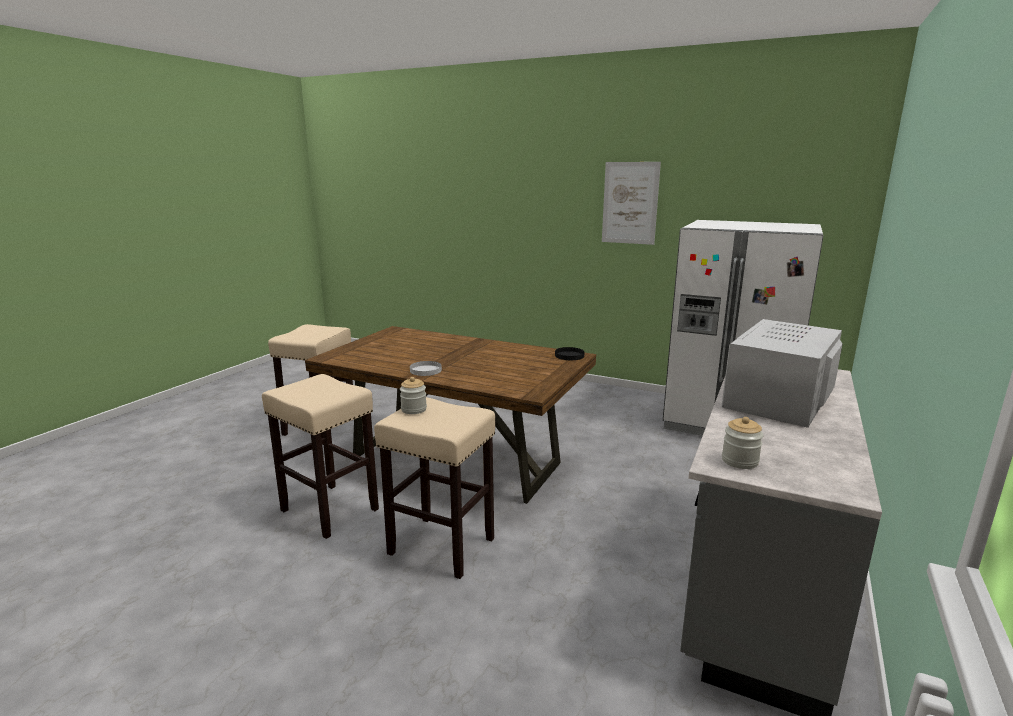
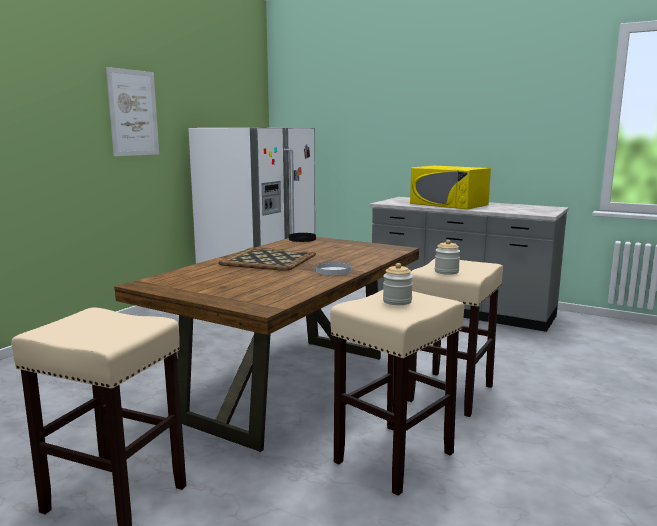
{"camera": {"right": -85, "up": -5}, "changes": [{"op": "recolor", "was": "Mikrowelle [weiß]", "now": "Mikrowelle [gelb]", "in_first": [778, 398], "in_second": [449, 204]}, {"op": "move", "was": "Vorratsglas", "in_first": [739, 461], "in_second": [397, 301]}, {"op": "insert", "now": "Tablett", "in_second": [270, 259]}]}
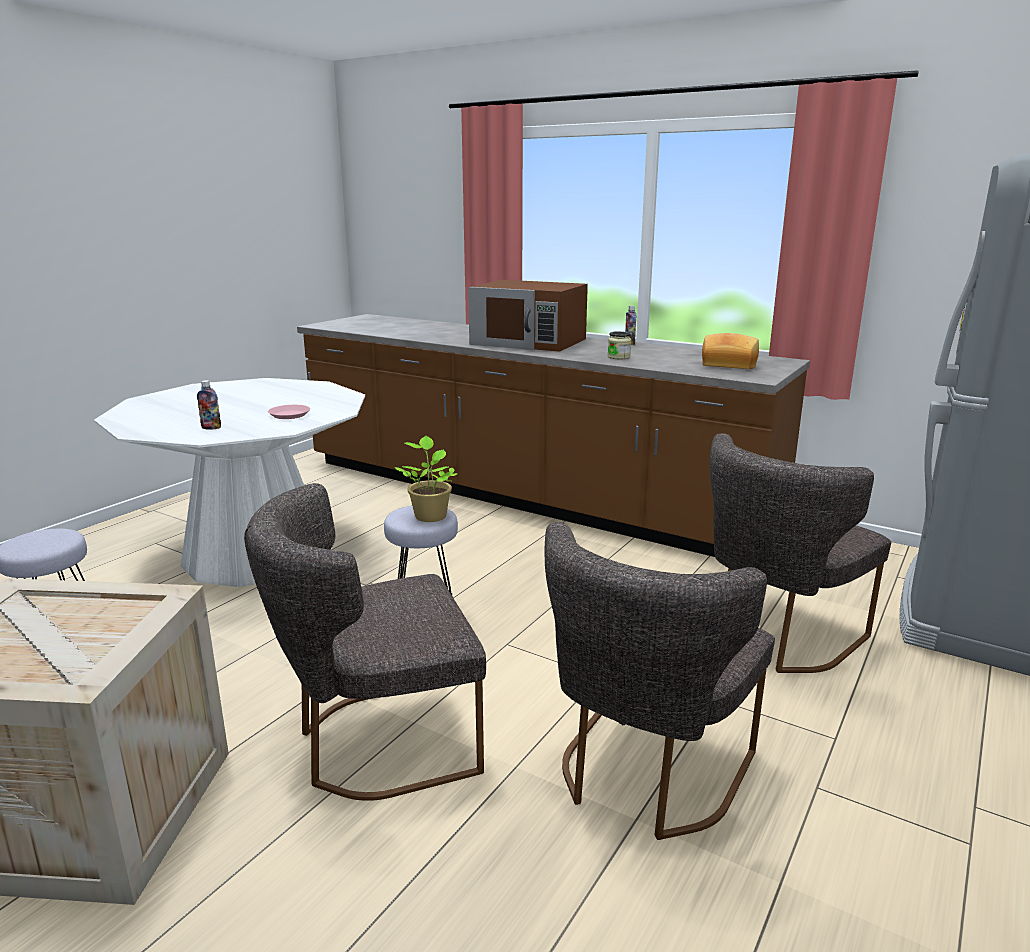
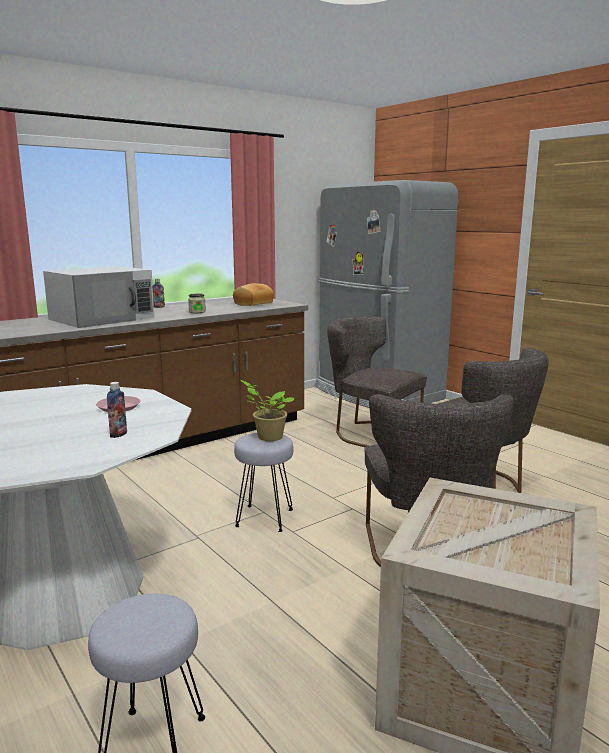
{"camera": {"right": -70, "up": -5}, "changes": [{"op": "recolor", "was": "Mikrowelle [braun]", "now": "Mikrowelle [weiß]", "in_first": [529, 341], "in_second": [103, 318]}, {"op": "rotate", "was": "Stuhl [grau]", "in_first": [776, 637], "in_second": [371, 434], "clockwise": 150}]}
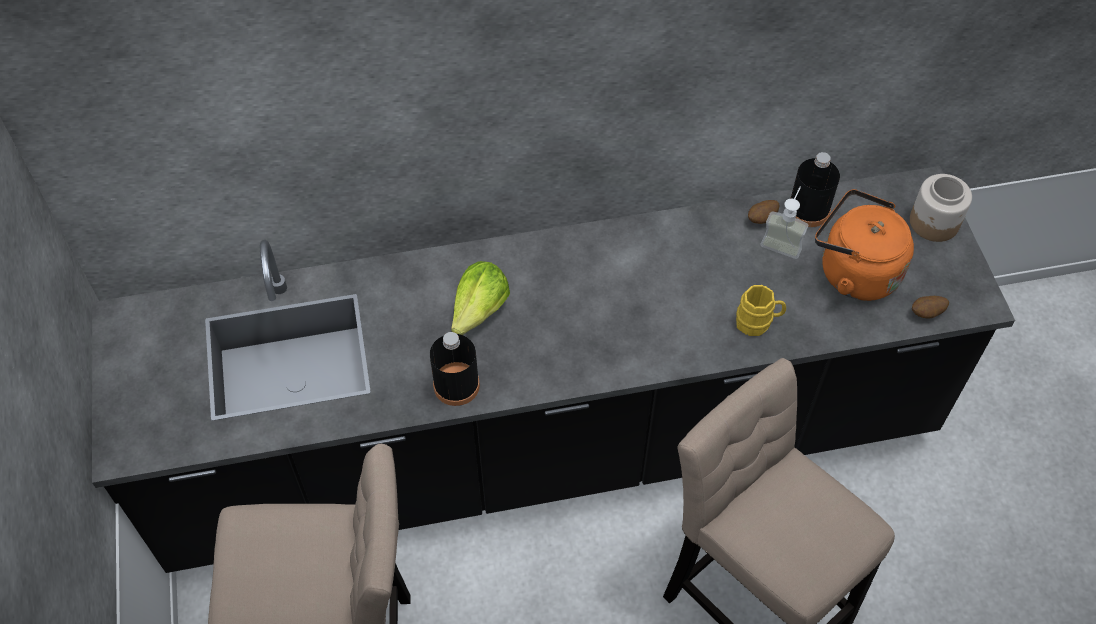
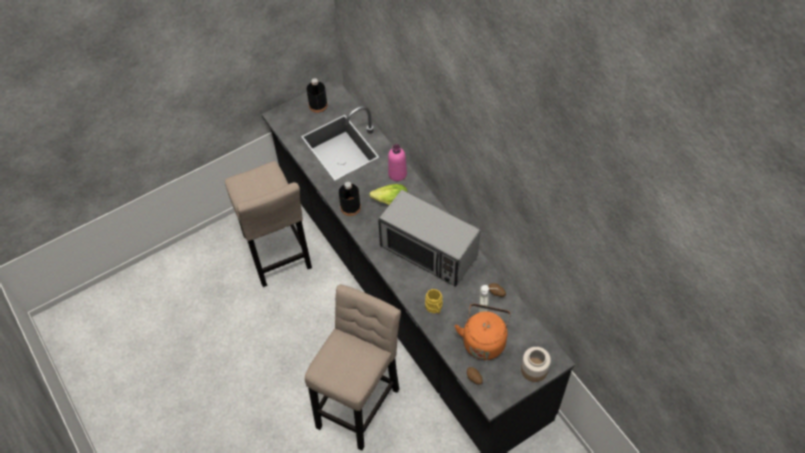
{"camera": {"right": 70, "up": 0}, "changes": [{"op": "move", "was": "Flasche [schwarz]", "in_first": [808, 210], "in_second": [318, 105]}, {"op": "insert", "now": "Mikrowelle", "in_second": [428, 252]}, {"op": "insert", "now": "Flasche [rosa]", "in_second": [397, 174]}]}
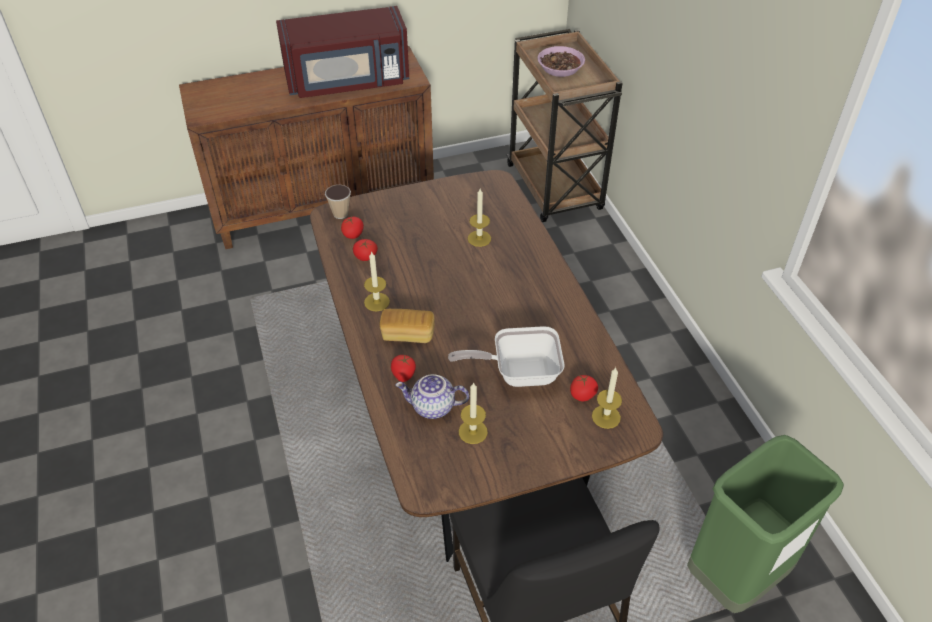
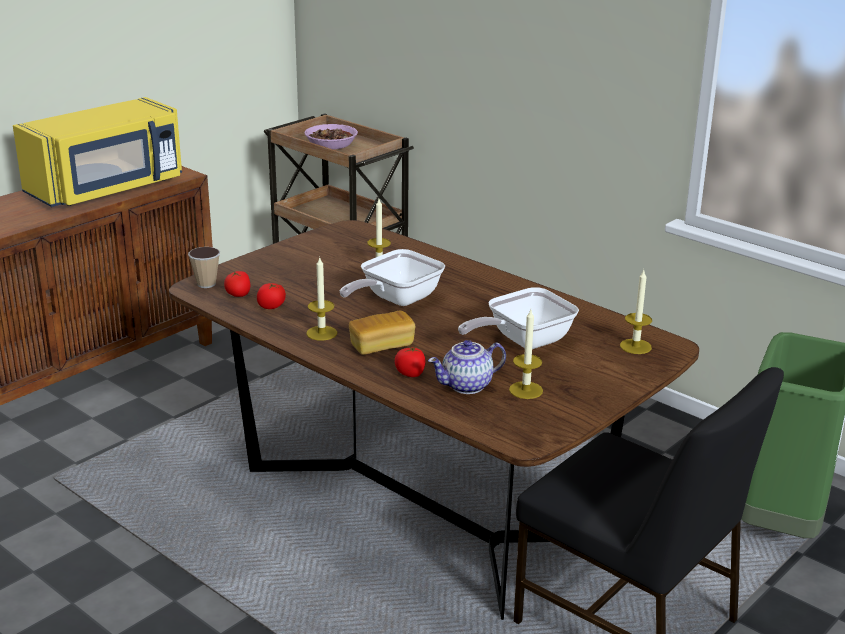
{"camera": {"right": -30, "up": -20}, "changes": [{"op": "recolor", "was": "Mikrowelle [rot]", "now": "Mikrowelle [gelb]", "in_first": [348, 81], "in_second": [108, 189]}, {"op": "delete", "was": "Tomate", "in_first": [583, 395]}, {"op": "insert", "now": "Pfanne", "in_second": [395, 300]}]}
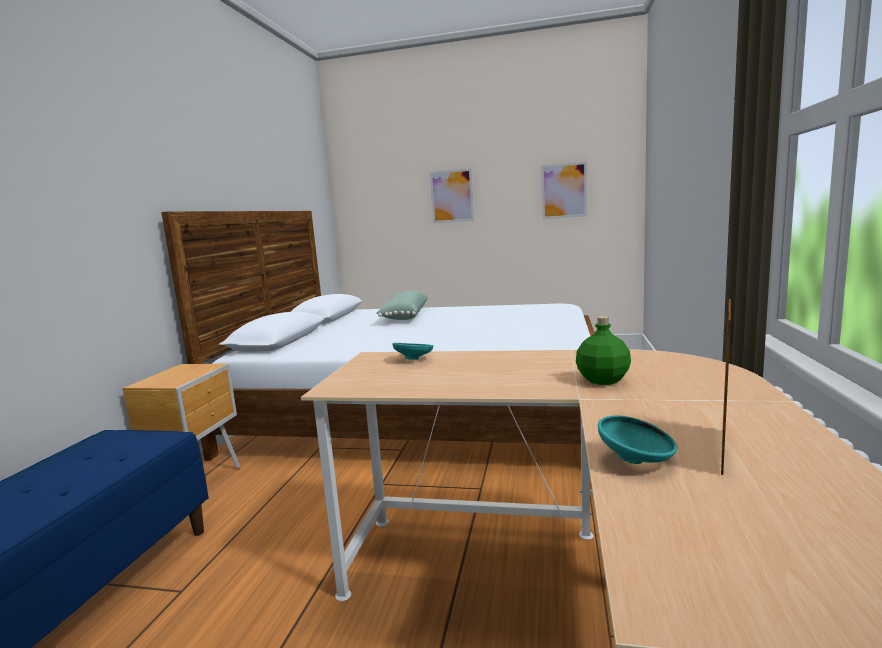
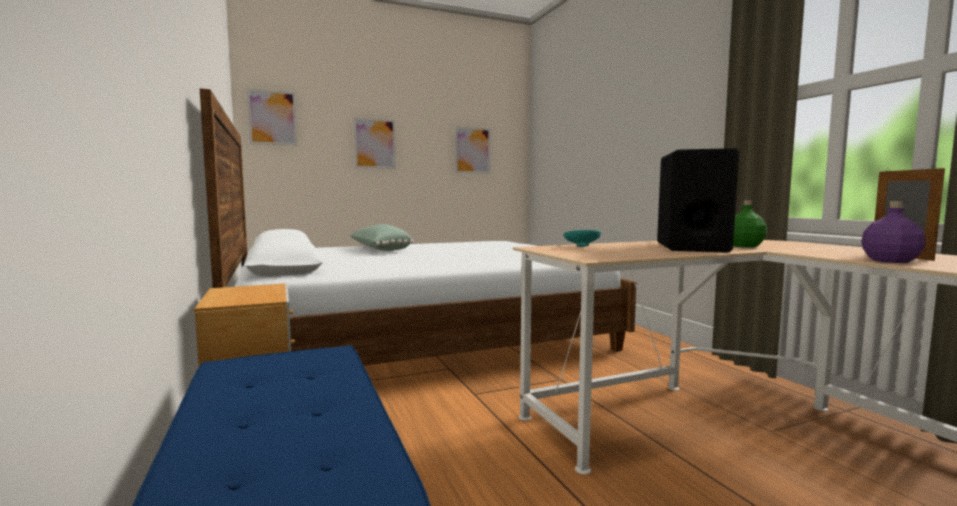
{"camera": {"right": -35, "up": -5}, "changes": [{"op": "replace", "was": "Schüssel [türkis]", "now": "Flasche [lila]", "in_first": [637, 461], "in_second": [891, 261]}, {"op": "insert", "now": "Bild", "in_second": [272, 117]}, {"op": "insert", "now": "Lautsprecher [schwarz]", "in_second": [691, 247]}]}
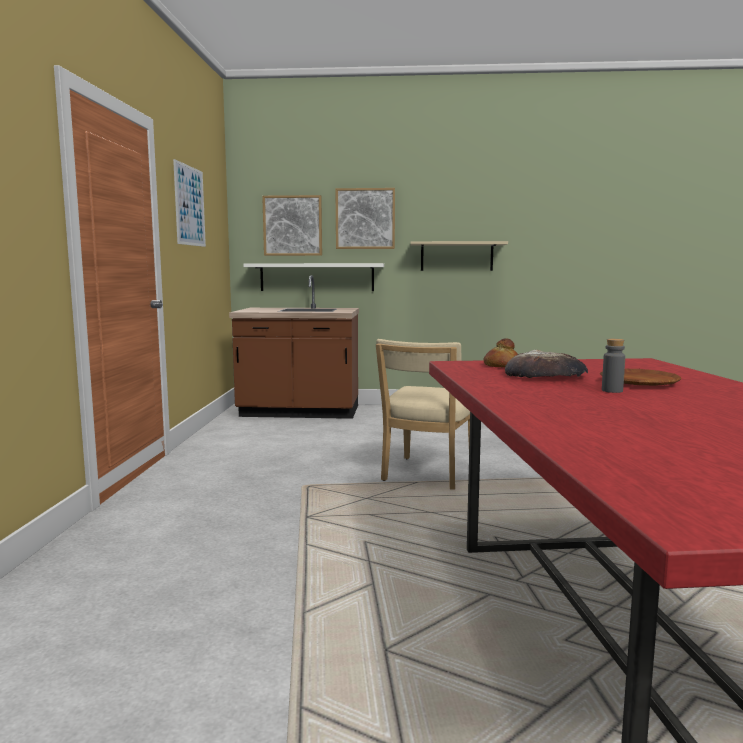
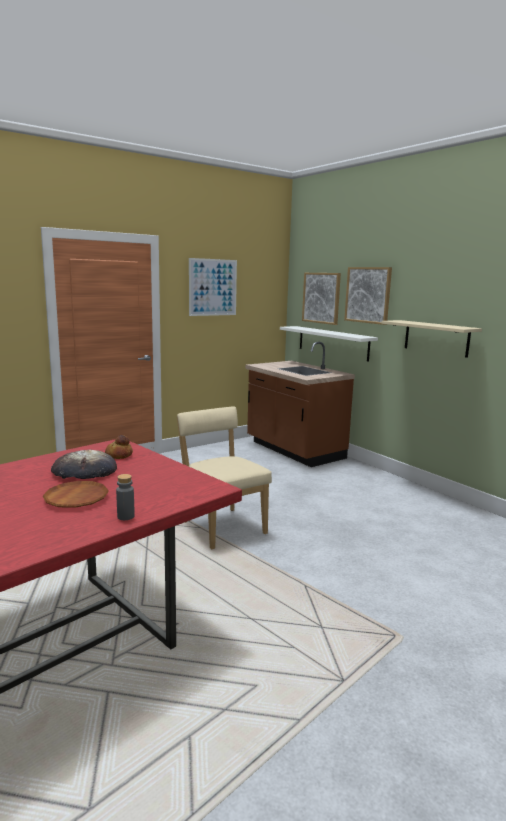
{"camera": {"right": 50, "up": 5}, "changes": [{"op": "rotate", "was": "Stuhl [beige]", "in_first": [426, 475], "in_second": [221, 526], "clockwise": 75}, {"op": "move", "was": "Flasche [grau]", "in_first": [612, 391], "in_second": [126, 516]}]}
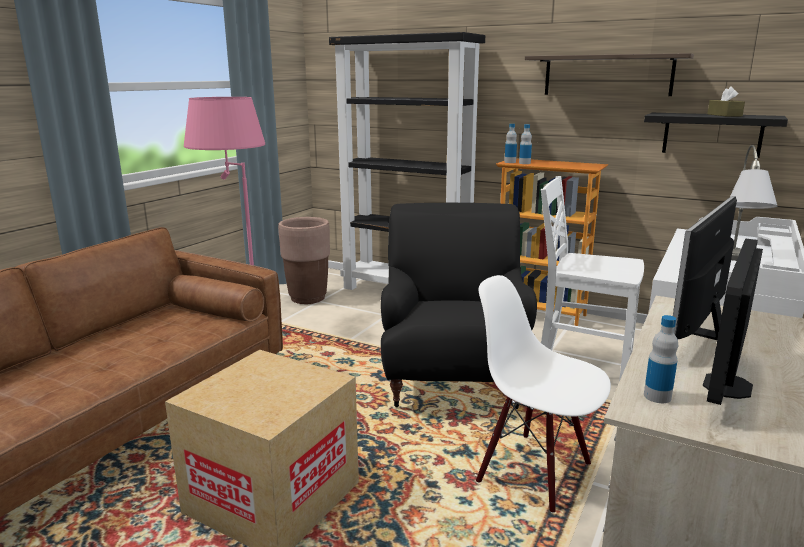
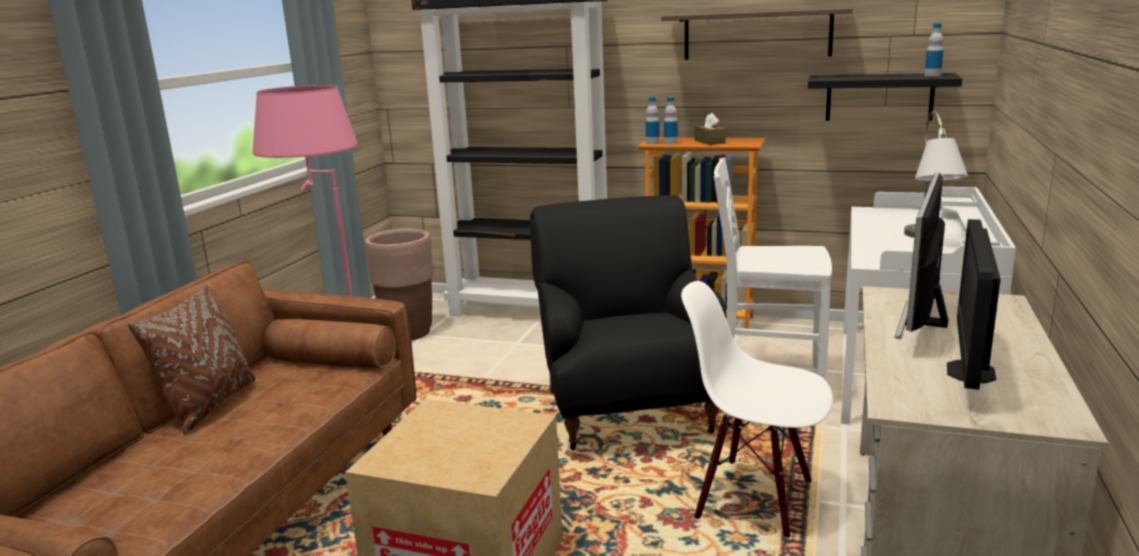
{"camera": {"right": -10, "up": 0}, "changes": [{"op": "move", "was": "Flasche", "in_first": [657, 396], "in_second": [932, 76]}, {"op": "move", "was": "Taschentuchbox [braun]", "in_first": [724, 115], "in_second": [709, 141]}, {"op": "insert", "now": "Kissen [braun]", "in_second": [209, 405]}]}
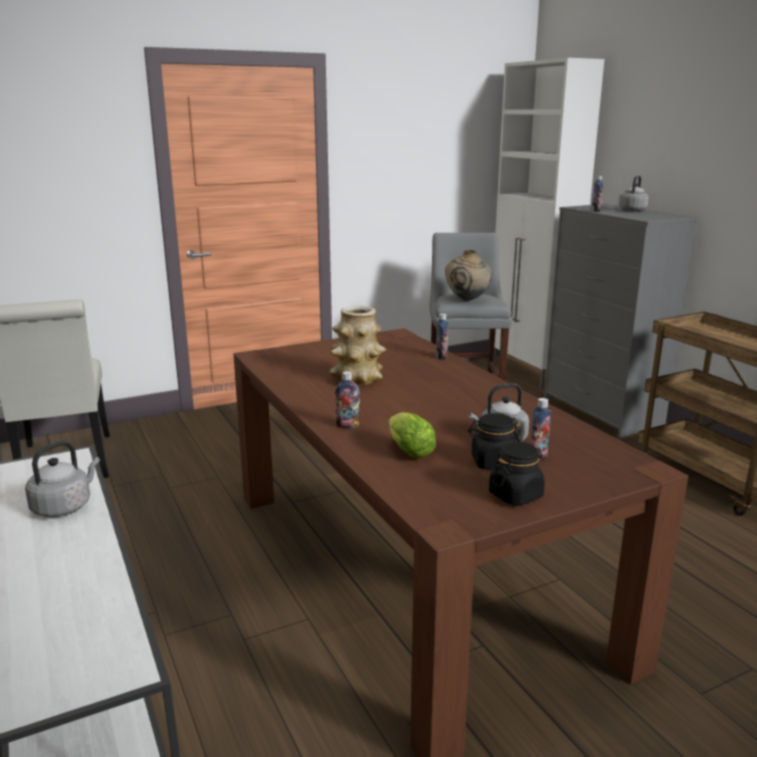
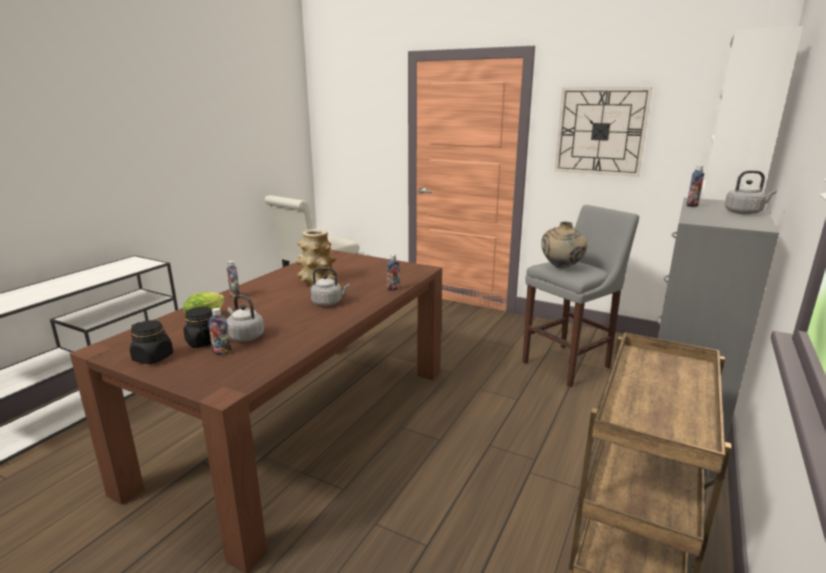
{"camera": {"right": 55, "up": 0}, "changes": [{"op": "move", "was": "Wasserkessel [grau]", "in_first": [64, 506], "in_second": [328, 302]}, {"op": "insert", "now": "Wanduhr", "in_second": [600, 131]}]}
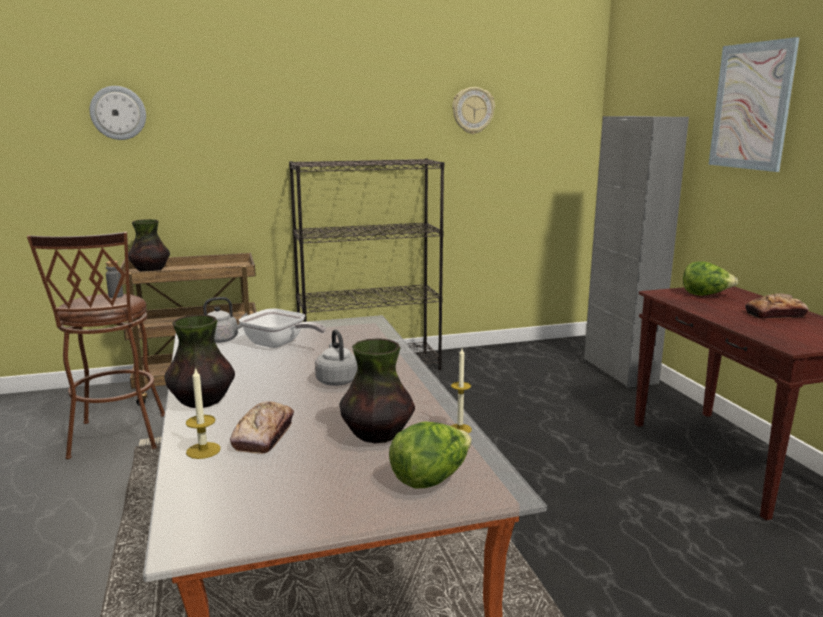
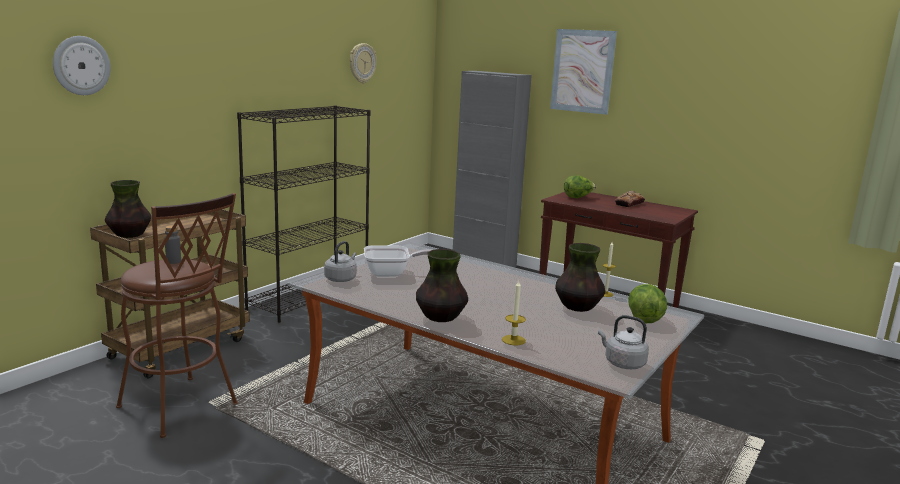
{"camera": {"right": -40, "up": 0}, "changes": [{"op": "delete", "was": "Brot", "in_first": [264, 435]}, {"op": "move", "was": "Wasserkessel [grau]", "in_first": [336, 380], "in_second": [622, 363]}]}
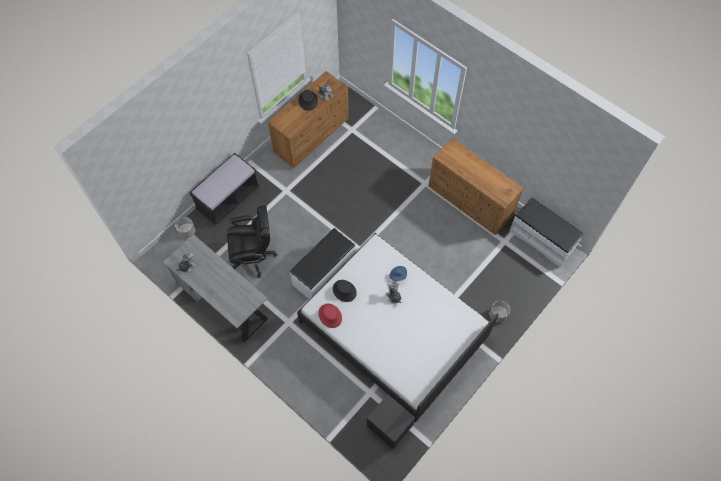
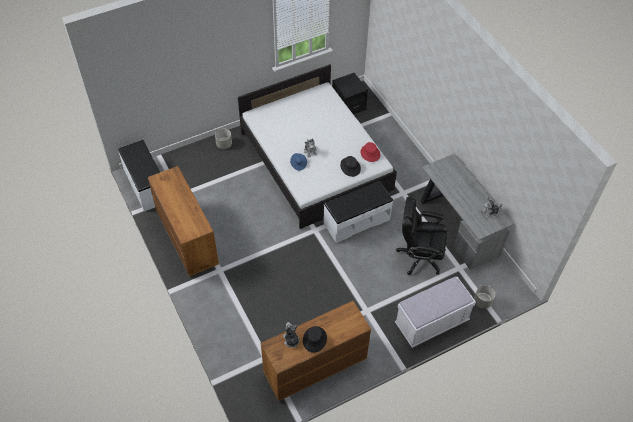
{"camera": {"right": -160, "up": -10}, "changes": [{"op": "recolor", "was": "Bank [schwarz]", "now": "Bank [weiß]", "in_first": [228, 199], "in_second": [431, 323]}]}
